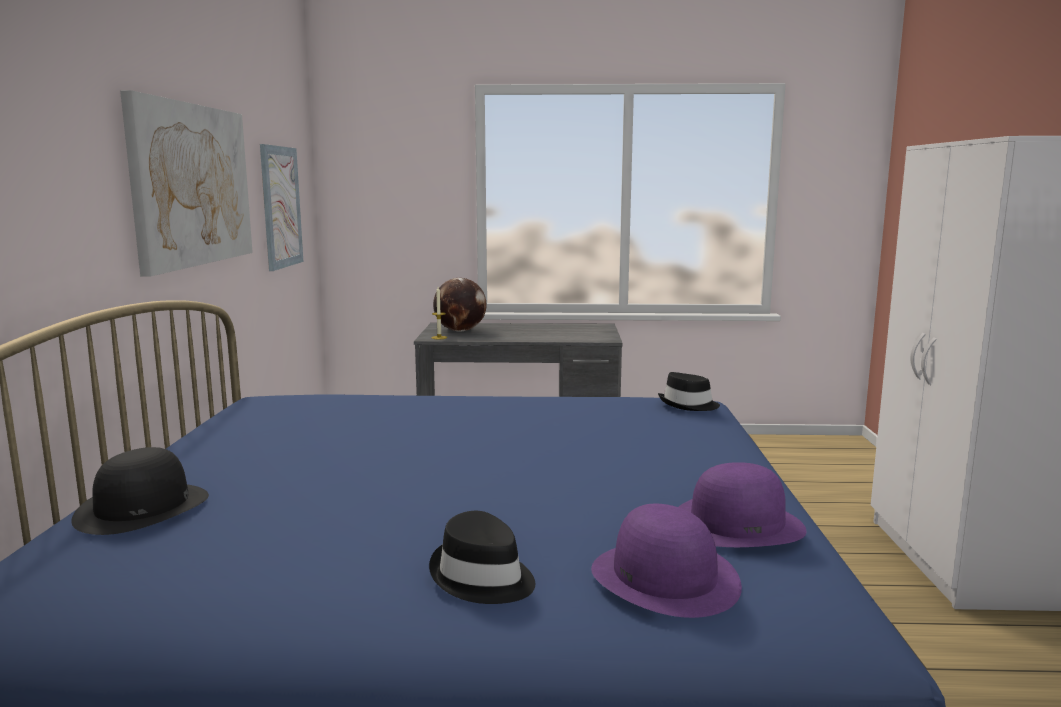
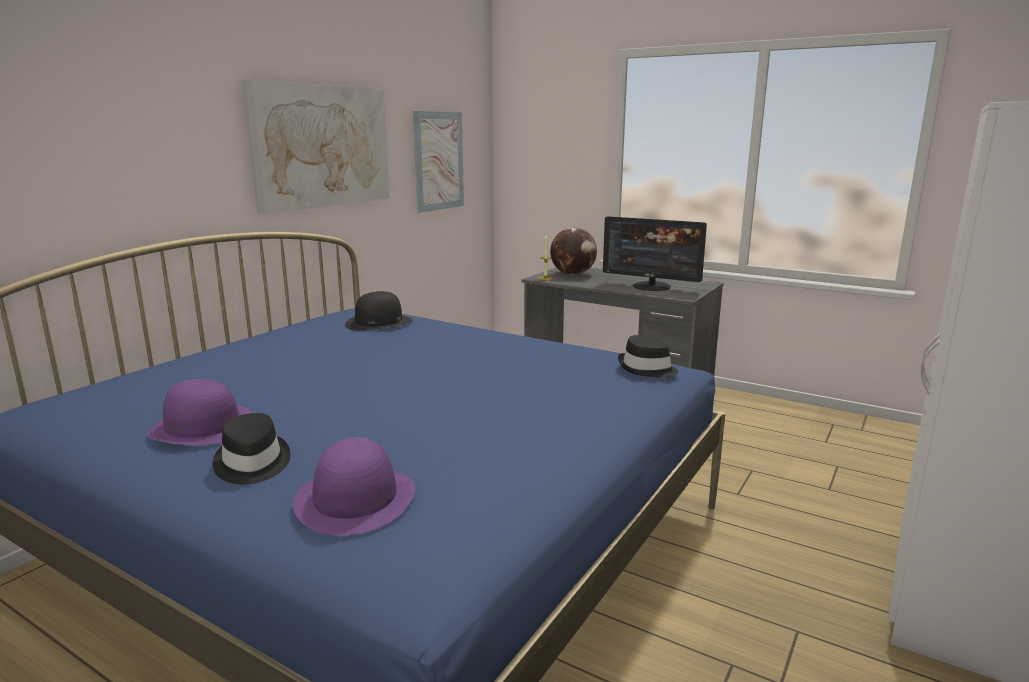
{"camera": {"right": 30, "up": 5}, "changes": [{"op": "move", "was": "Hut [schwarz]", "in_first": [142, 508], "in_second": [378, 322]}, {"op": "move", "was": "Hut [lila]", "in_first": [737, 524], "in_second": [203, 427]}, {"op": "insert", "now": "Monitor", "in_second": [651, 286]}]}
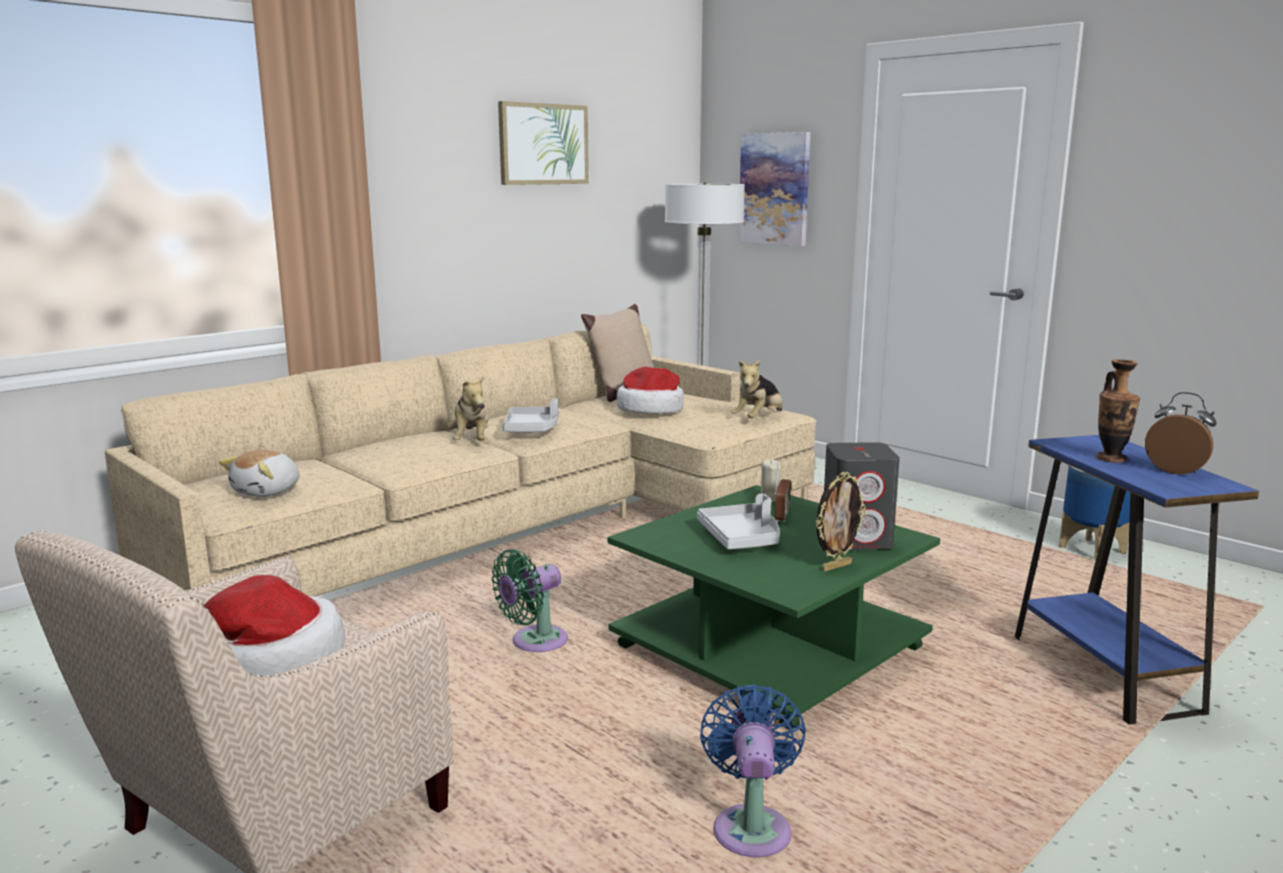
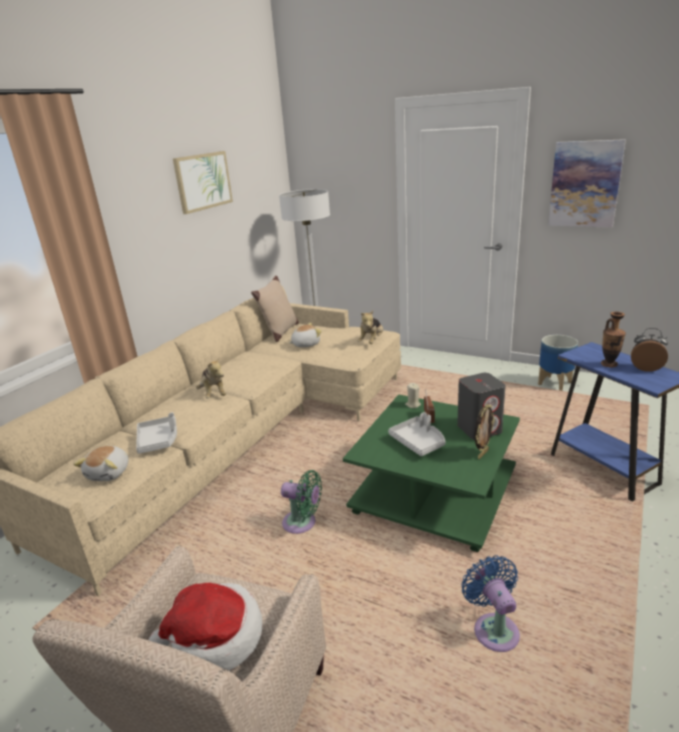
{"camera": {"right": -15, "up": 10}, "changes": [{"op": "rotate", "was": "Ventilator [grün]", "in_first": [534, 643], "in_second": [302, 523], "clockwise": -105}, {"op": "move", "was": "Tablett [grau]", "in_first": [532, 429], "in_second": [158, 440]}, {"op": "replace", "was": "Hut", "now": "Plüschtier", "in_first": [651, 409], "in_second": [305, 344]}, {"op": "move", "was": "Bild", "in_first": [775, 189], "in_second": [585, 184]}]}
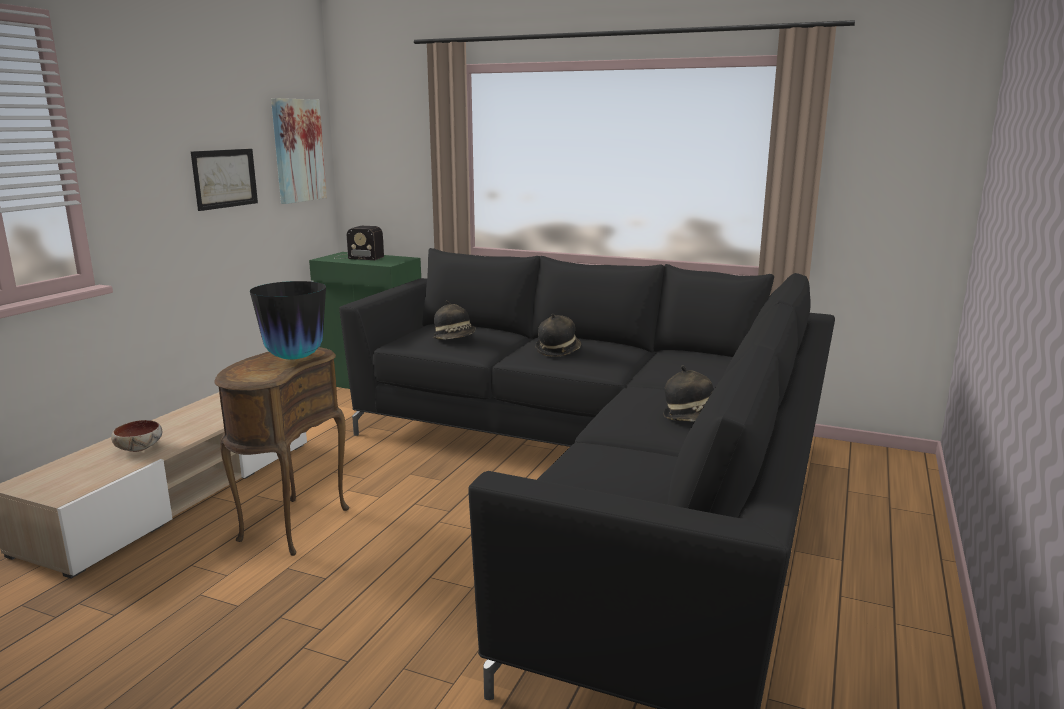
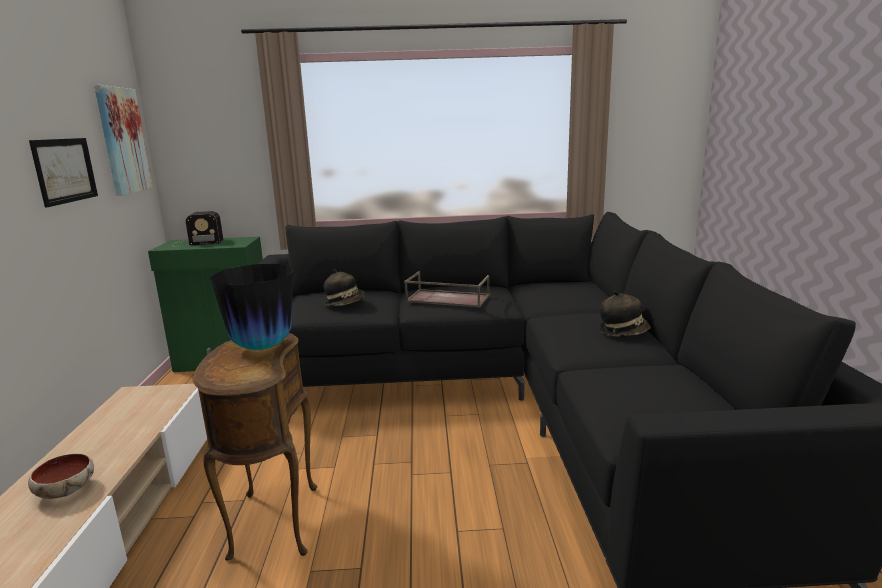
{"camera": {"right": -25, "up": 0}, "changes": [{"op": "replace", "was": "Hut", "now": "Tablett [braun]", "in_first": [558, 351], "in_second": [446, 299]}]}
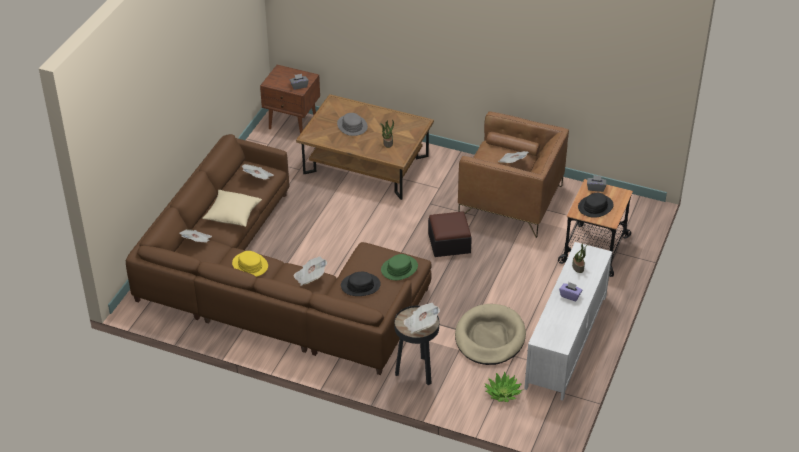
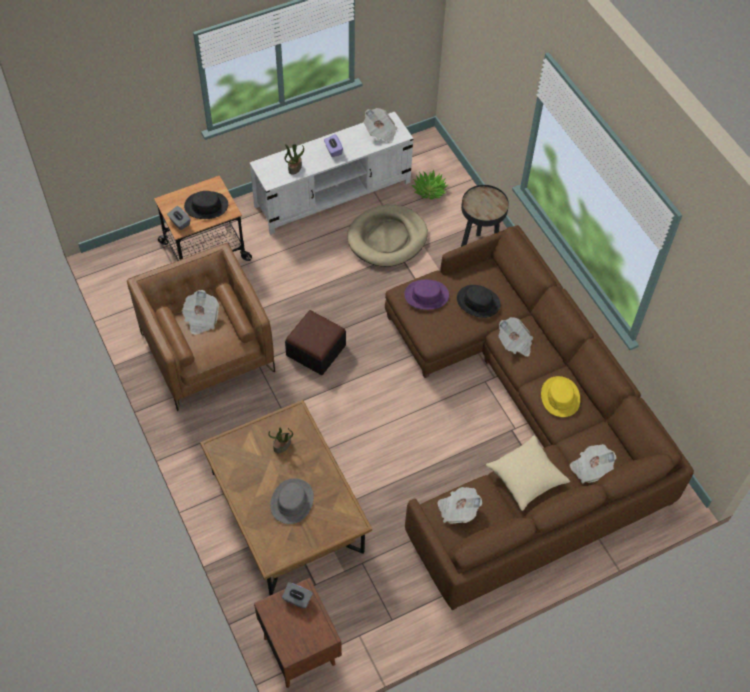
{"camera": {"right": -140, "up": 15}, "changes": [{"op": "recolor", "was": "Hut [grün]", "now": "Hut [lila]", "in_first": [399, 268], "in_second": [426, 295]}, {"op": "move", "was": "Zeitung", "in_first": [421, 324], "in_second": [380, 132]}]}
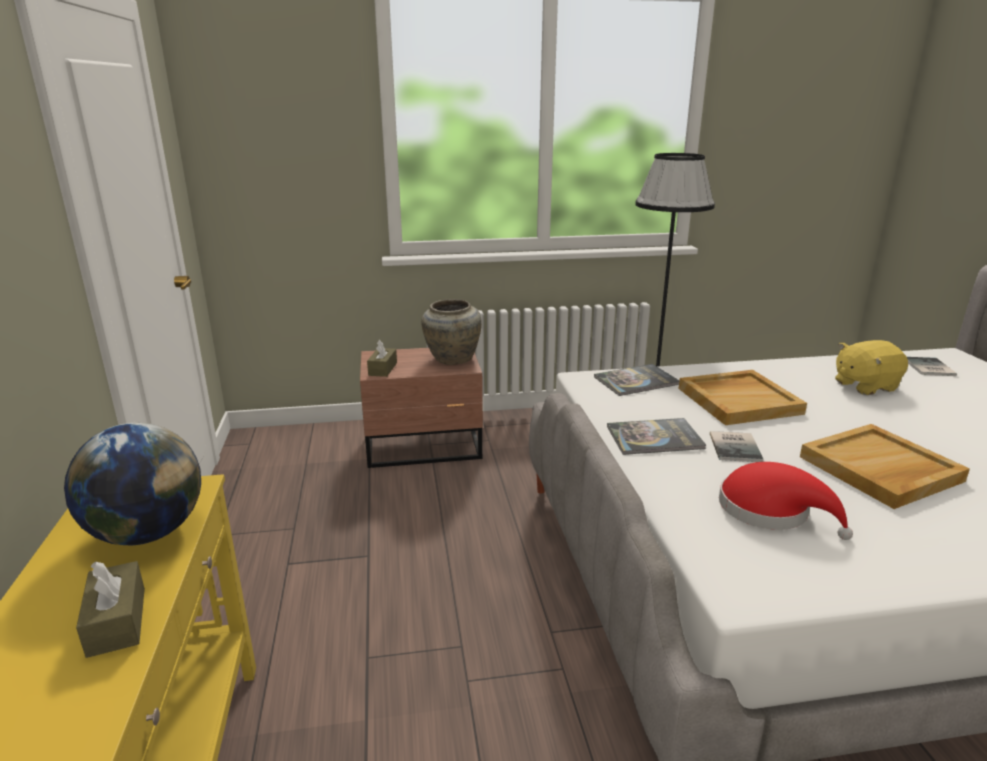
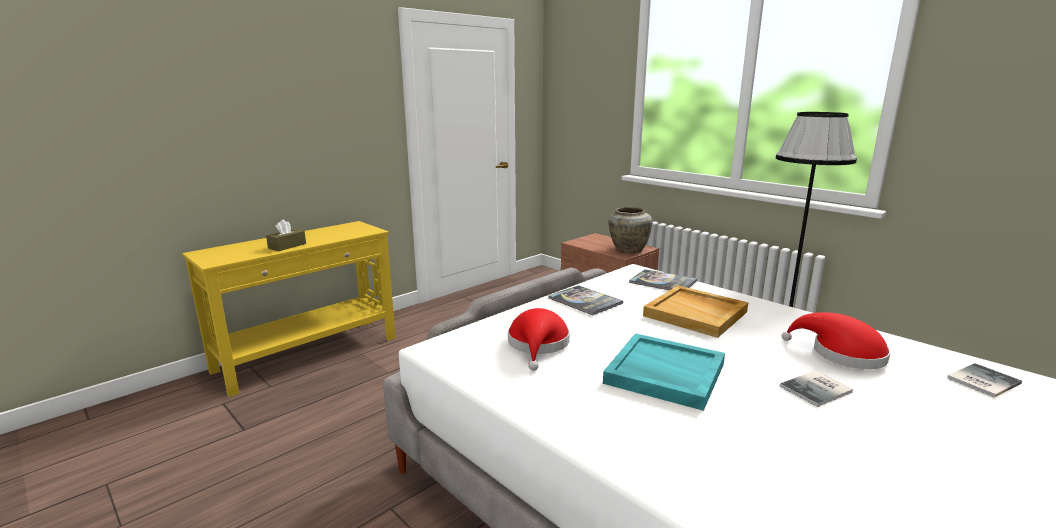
{"camera": {"right": 55, "up": -5}, "changes": [{"op": "delete", "was": "Globus", "in_first": [147, 533]}, {"op": "delete", "was": "Taschentuchbox [braun]", "in_first": [382, 369]}, {"op": "move", "was": "Buch", "in_first": [736, 447], "in_second": [818, 389]}, {"op": "recolor", "was": "Tablett [beige]", "now": "Tablett [türkis]", "in_first": [880, 469], "in_second": [663, 374]}, {"op": "replace", "was": "Plüschtier [gelb]", "now": "Hut [rot]", "in_first": [864, 385], "in_second": [841, 354]}]}
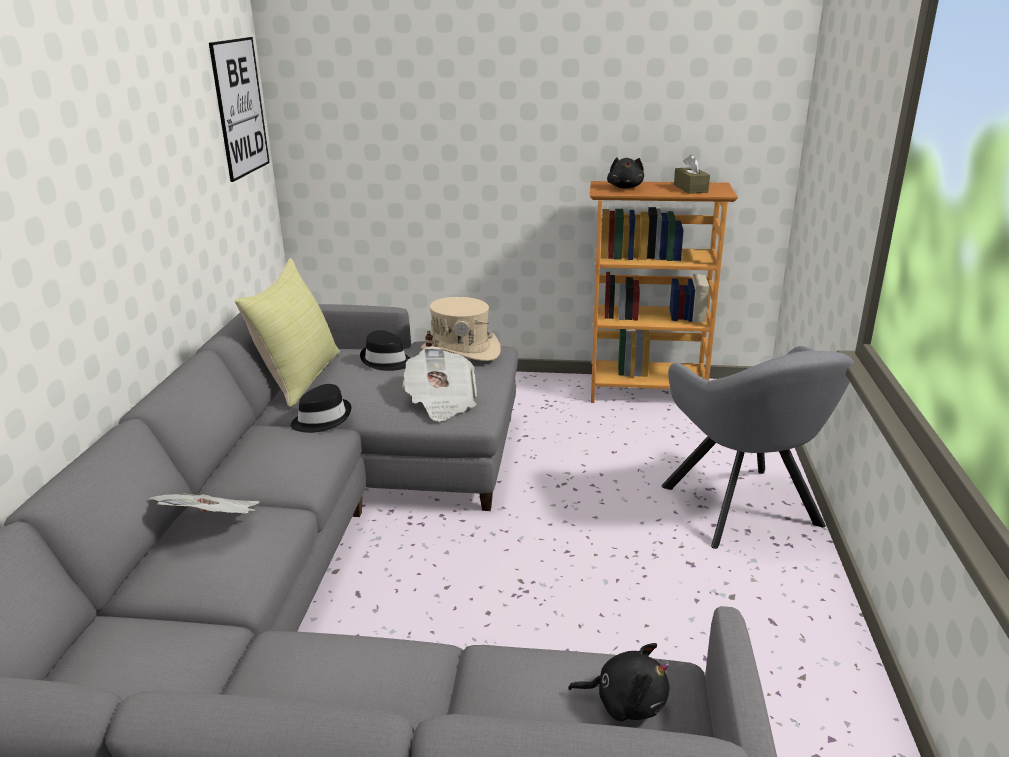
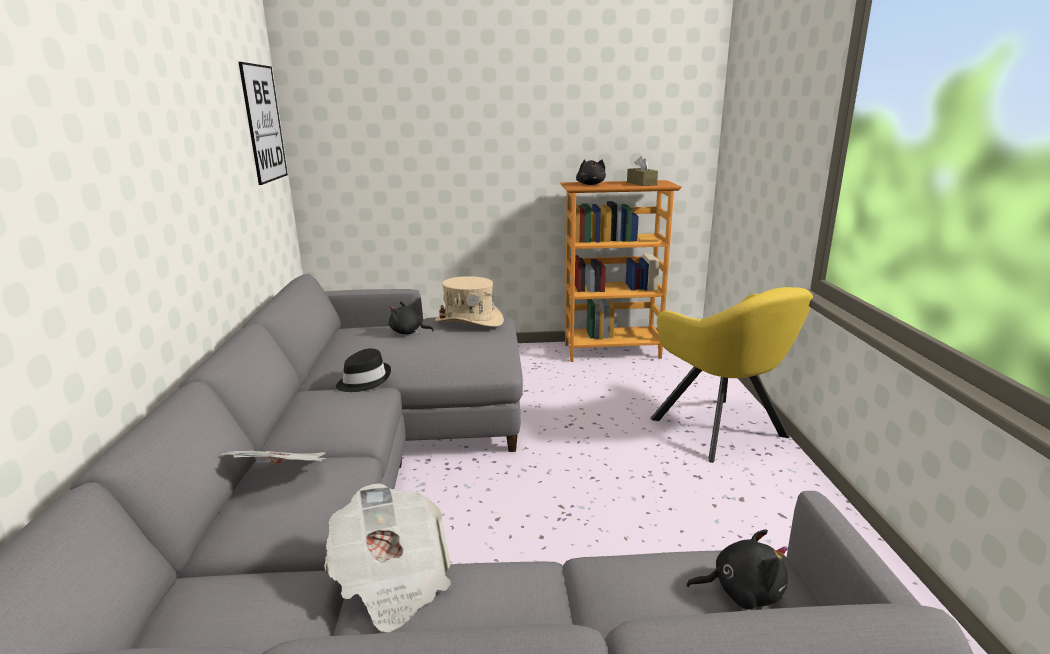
{"camera": {"right": -10, "up": -5}, "changes": [{"op": "delete", "was": "Kissen [gelb]", "in_first": [299, 378]}, {"op": "replace", "was": "Hut [schwarz]", "now": "Plüschtier [schwarz]", "in_first": [386, 361], "in_second": [408, 332]}, {"op": "move", "was": "Zeitung", "in_first": [441, 402], "in_second": [392, 580]}, {"op": "recolor", "was": "Sessel [grau]", "now": "Sessel [gelb]", "in_first": [744, 510], "in_second": [723, 431]}]}
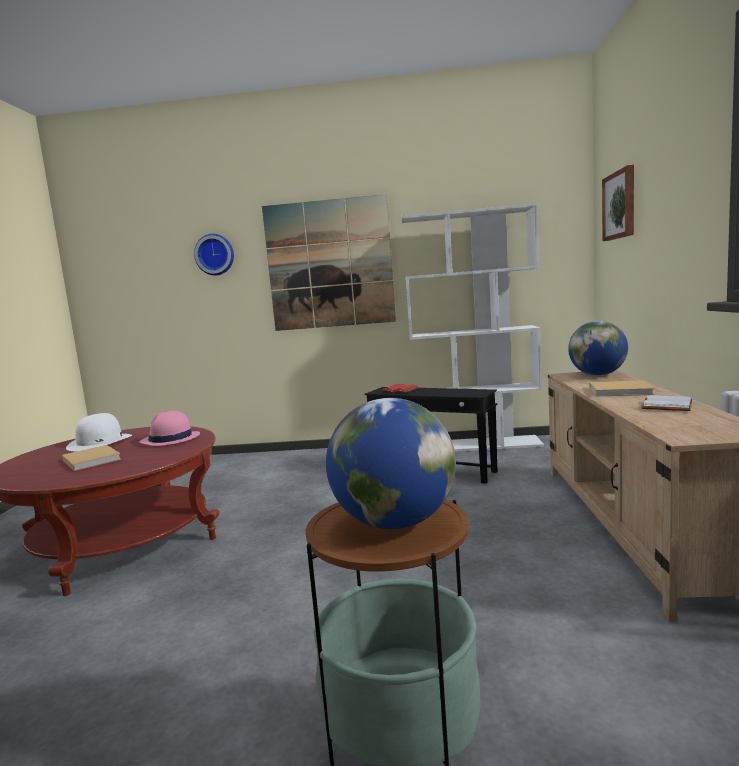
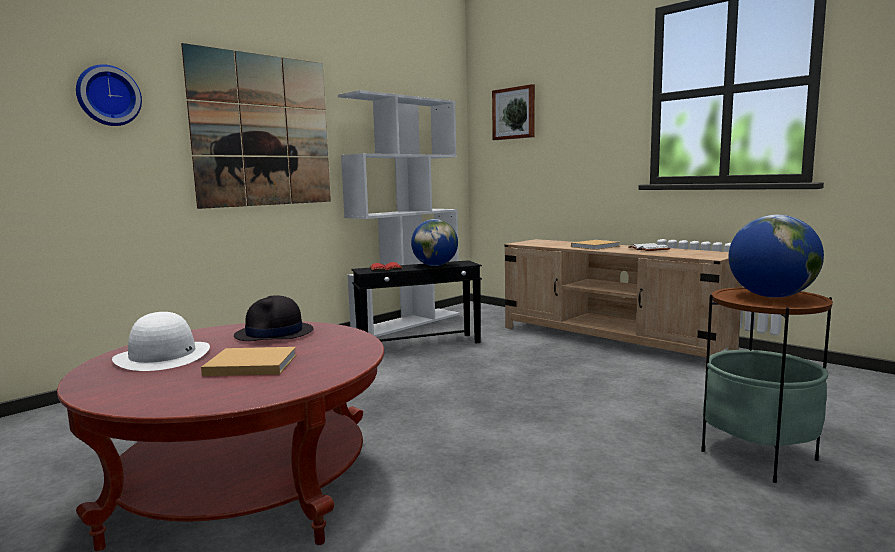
{"camera": {"right": -50, "up": 0}, "changes": [{"op": "recolor", "was": "Hut [rosa]", "now": "Hut [schwarz]", "in_first": [170, 439], "in_second": [274, 334]}, {"op": "move", "was": "Globus", "in_first": [597, 375], "in_second": [435, 265]}]}
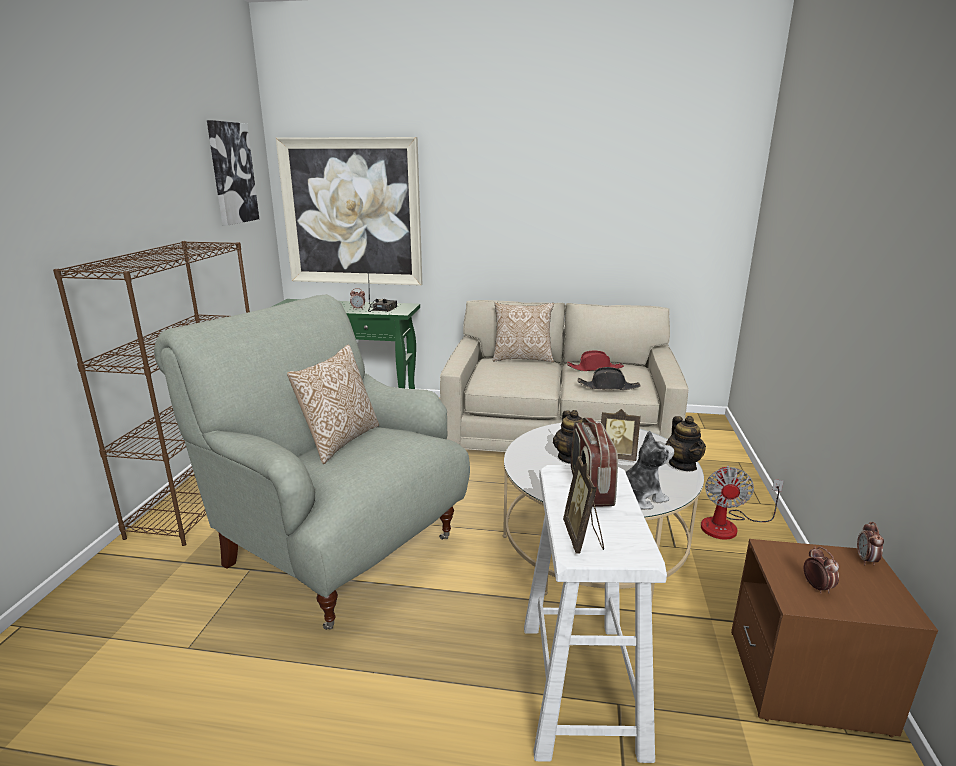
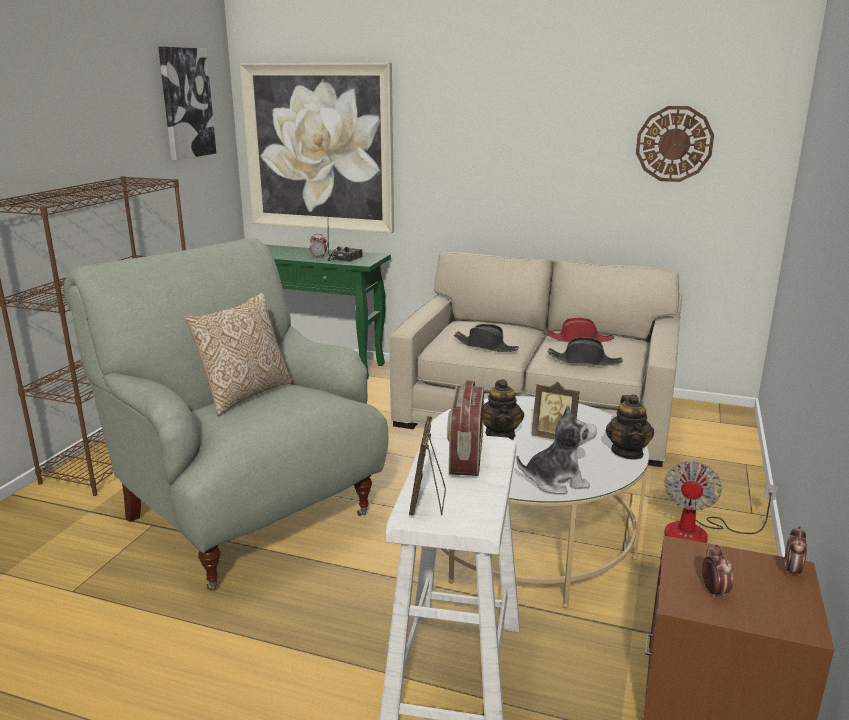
{"camera": {"right": 10, "up": 0}, "changes": [{"op": "delete", "was": "Kissen", "in_first": [522, 358]}, {"op": "insert", "now": "Hut [schwarz]", "in_second": [486, 346]}, {"op": "insert", "now": "Wanduhr", "in_second": [674, 144]}]}
